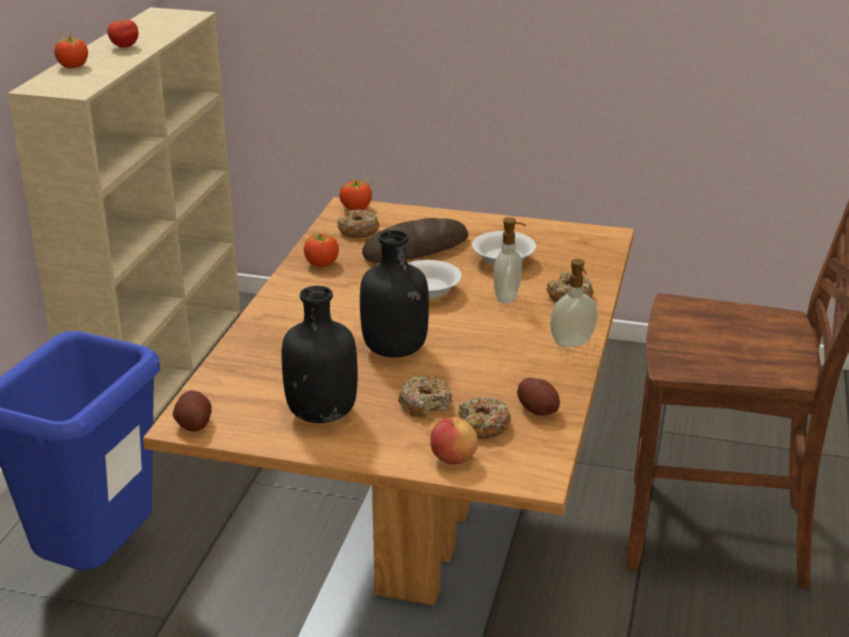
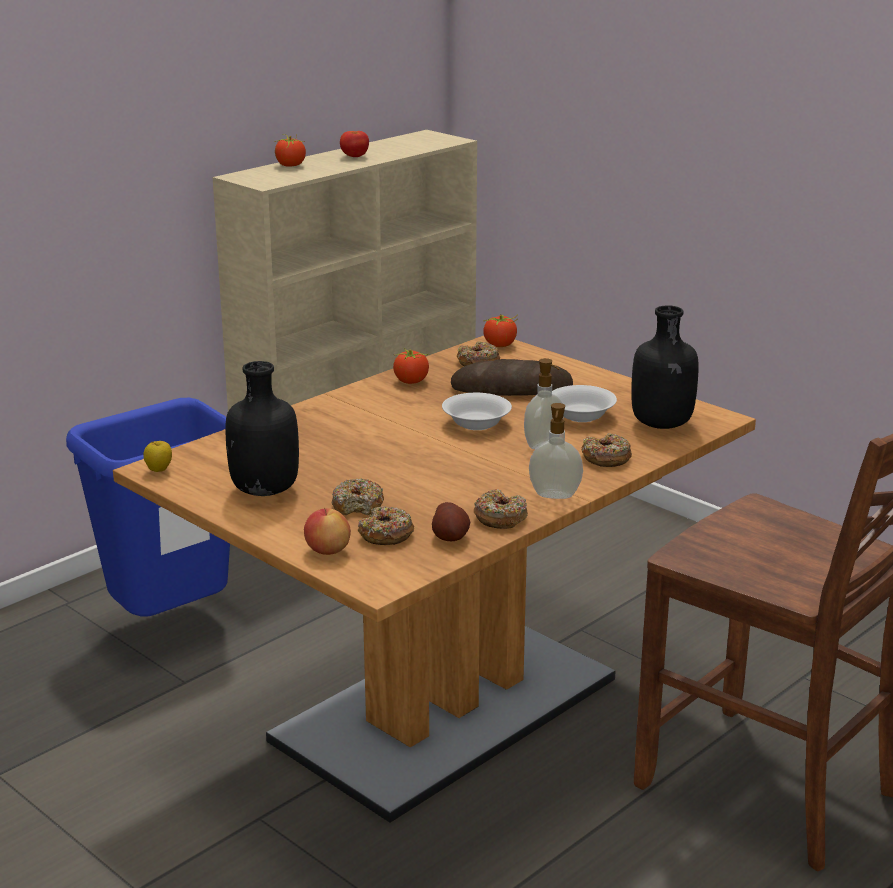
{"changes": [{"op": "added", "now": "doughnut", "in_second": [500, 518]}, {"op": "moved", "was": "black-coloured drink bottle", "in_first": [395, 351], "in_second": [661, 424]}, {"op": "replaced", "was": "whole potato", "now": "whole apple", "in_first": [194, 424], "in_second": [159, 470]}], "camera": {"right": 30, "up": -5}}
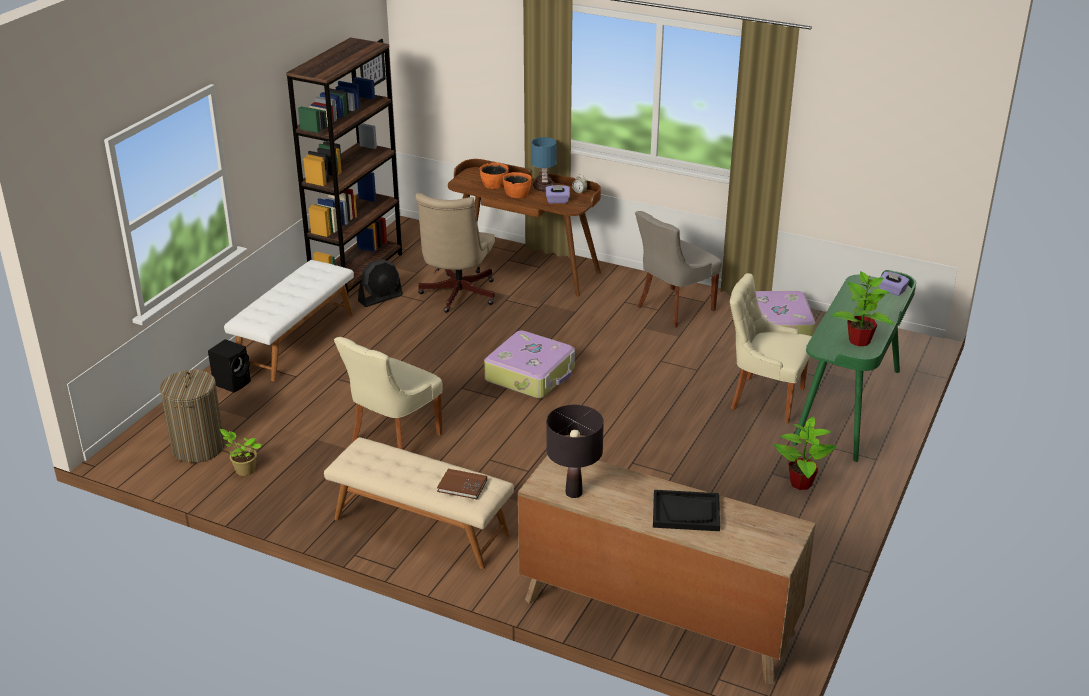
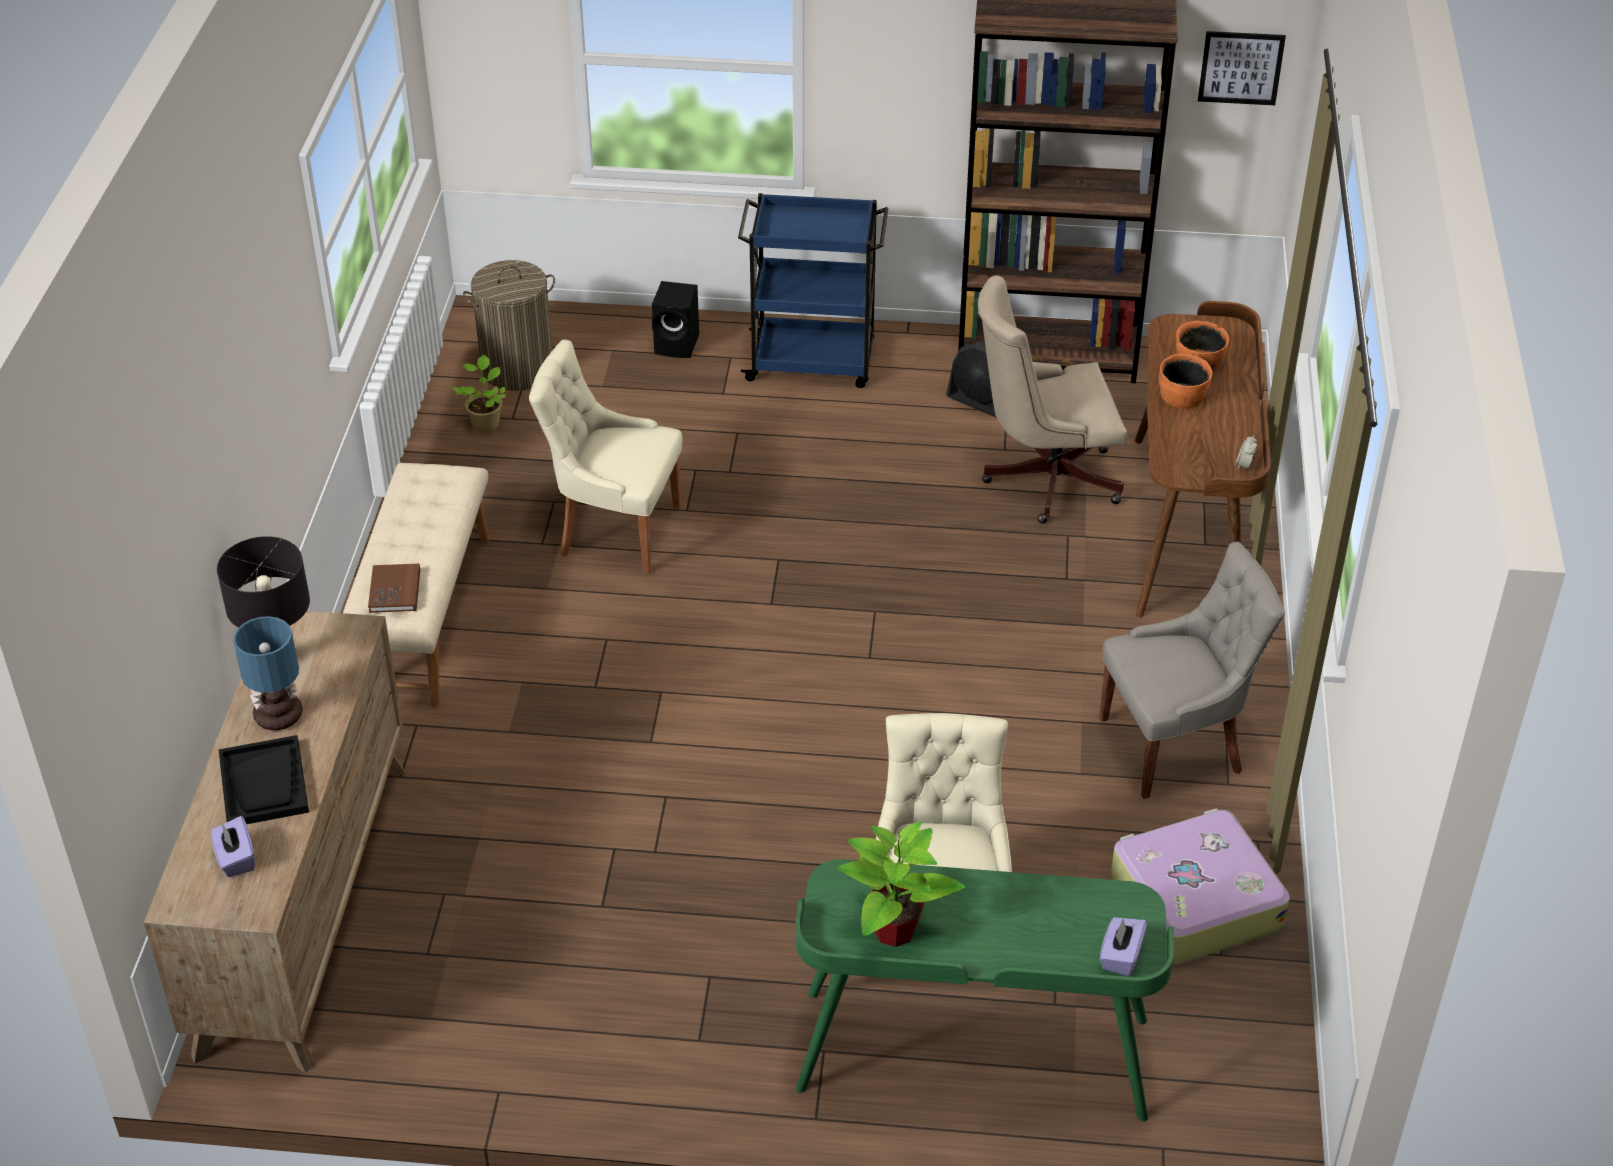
{"changes": [{"op": "removed", "was": "travel case", "in_first": [531, 375]}, {"op": "removed", "was": "plant in a pot", "in_first": [800, 483]}, {"op": "moved", "was": "tabletop lamp", "in_first": [543, 187], "in_second": [280, 714]}, {"op": "moved", "was": "purple-coloured tissue box", "in_first": [557, 201], "in_second": [236, 859]}, {"op": "replaced", "was": "white-coloured indoor bench", "now": "blue-coloured cart", "in_first": [295, 341], "in_second": [813, 362]}, {"op": "turned", "was": "grey upright chair", "in_first": [673, 308], "in_second": [1175, 746], "clockwise": 135}], "camera": {"right": 70, "up": 10}}
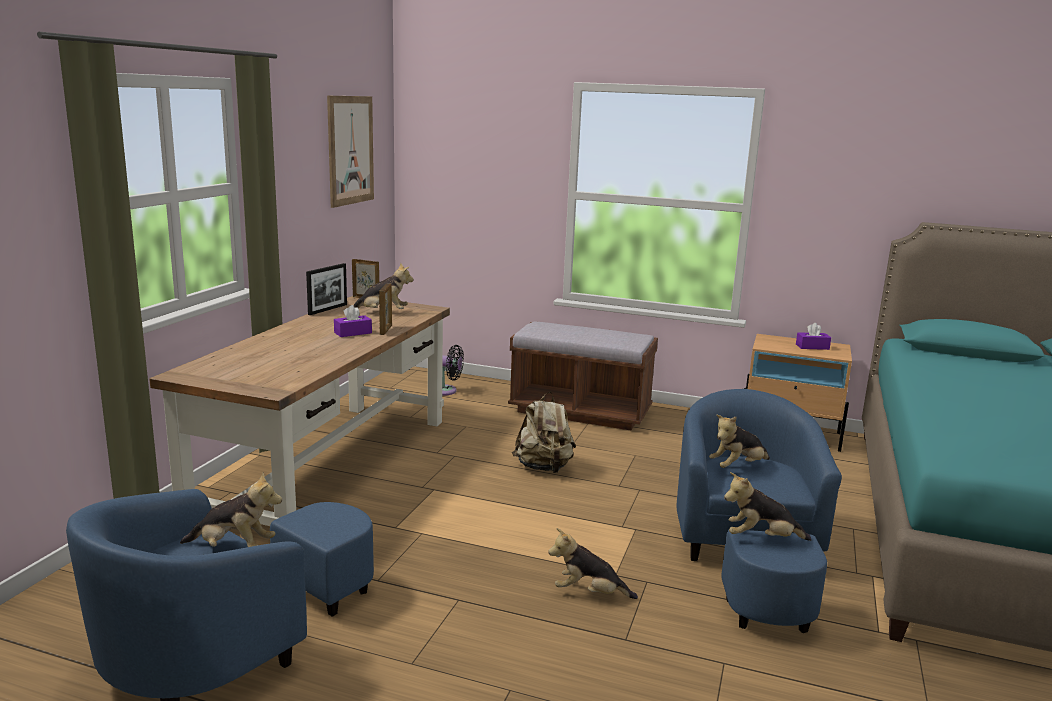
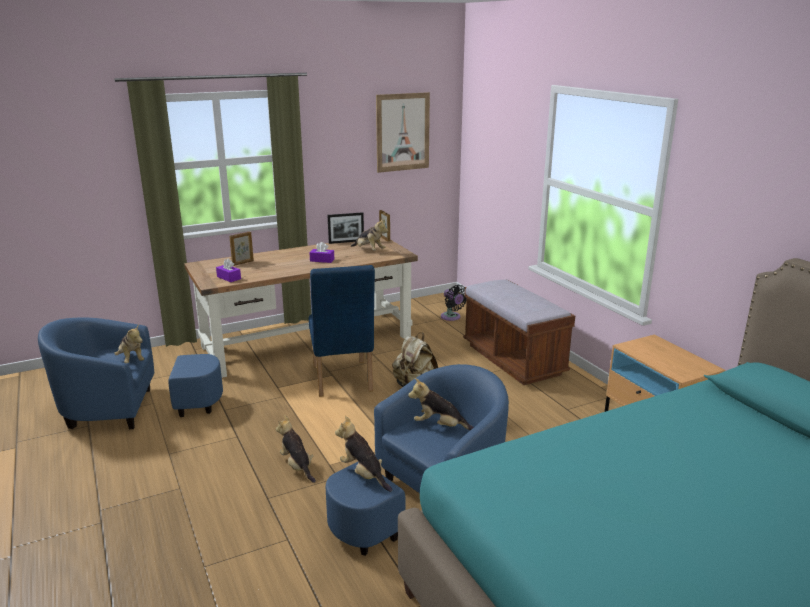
{"changes": [{"op": "added", "now": "blue-coloured upright chair", "in_second": [342, 381]}, {"op": "moved", "was": "photo frame", "in_first": [386, 330], "in_second": [243, 263]}, {"op": "moved", "was": "purple-coloured tissue box", "in_first": [812, 347], "in_second": [229, 278]}], "camera": {"right": 45, "up": 5}}
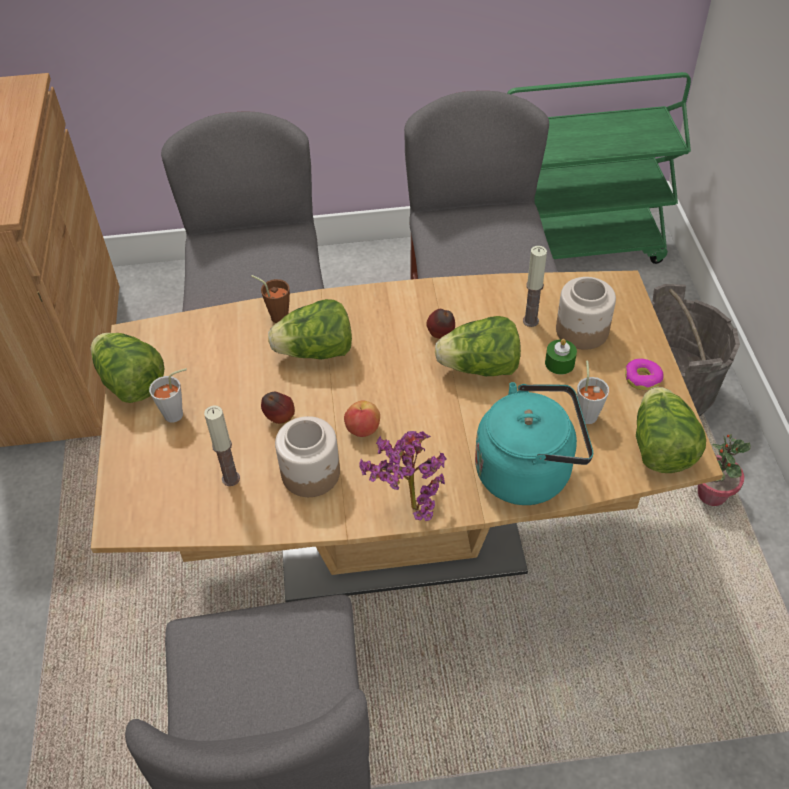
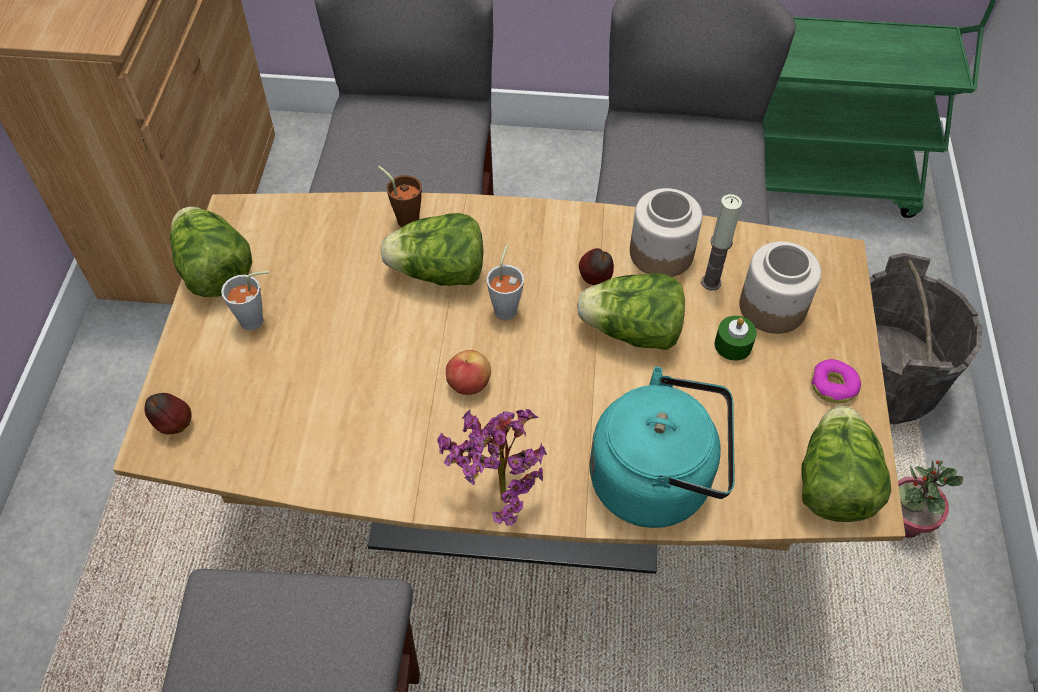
{"changes": [{"op": "removed", "was": "wax candle", "in_first": [230, 478]}, {"op": "moved", "was": "whole apple", "in_first": [280, 419], "in_second": [174, 425]}, {"op": "moved", "was": "storage jar", "in_first": [311, 473], "in_second": [662, 253]}, {"op": "moved", "was": "grey drinking cup", "in_first": [587, 413], "in_second": [507, 306]}], "camera": {"right": 10, "up": 5}}
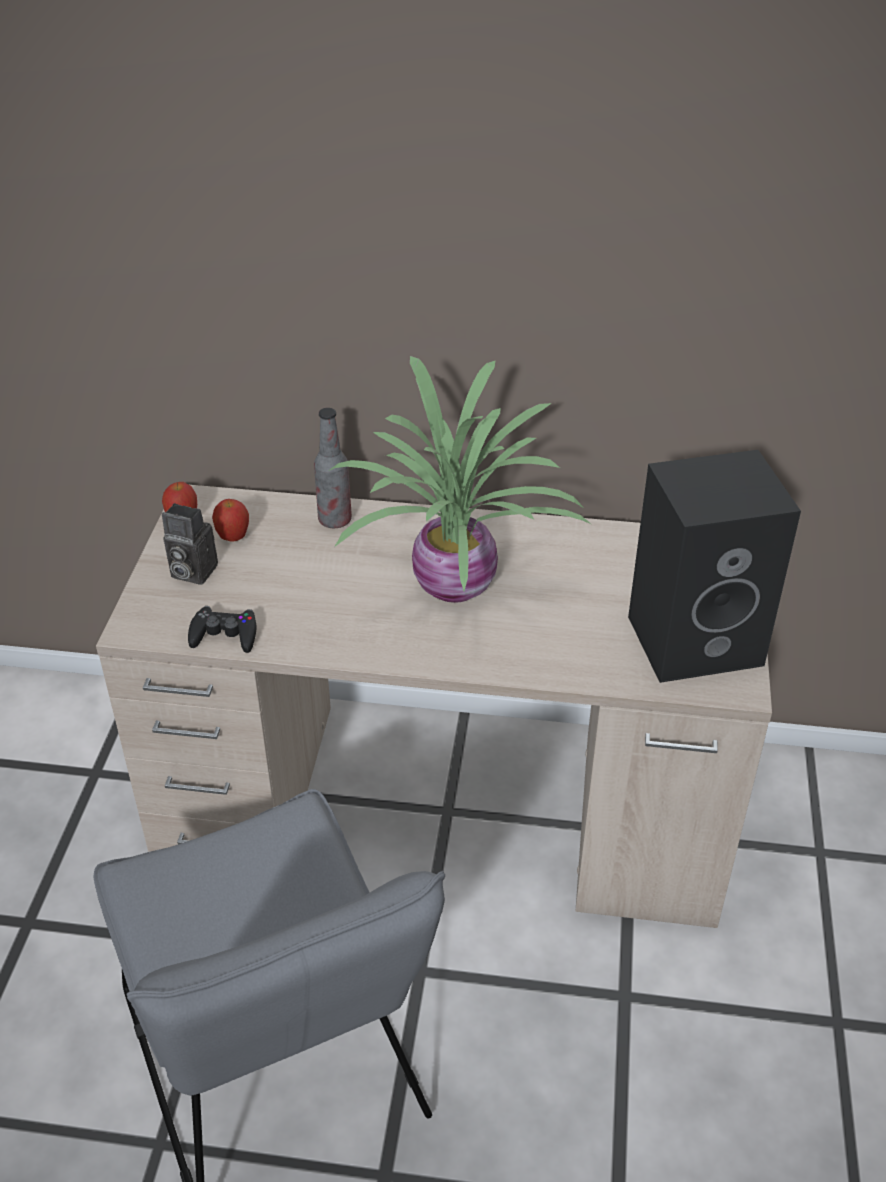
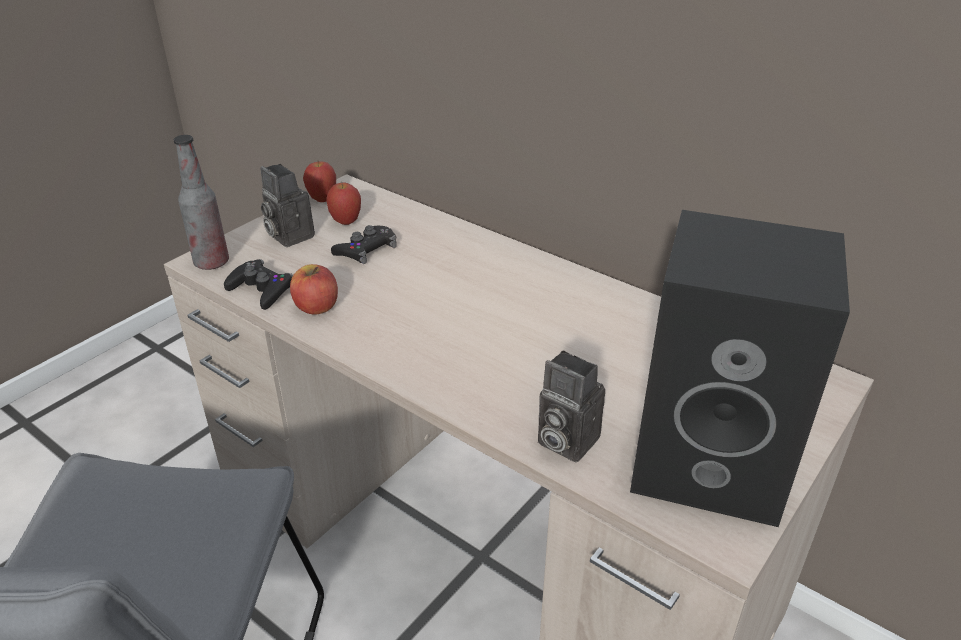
{"changes": [{"op": "removed", "was": "plant in a pot", "in_first": [457, 583]}, {"op": "added", "now": "whole apple", "in_second": [316, 307]}, {"op": "added", "now": "black-coloured game controller", "in_second": [366, 250]}, {"op": "added", "now": "photo camera", "in_second": [563, 440]}, {"op": "moved", "was": "drink bottle", "in_first": [335, 520], "in_second": [211, 263]}], "camera": {"right": 30, "up": -5}}
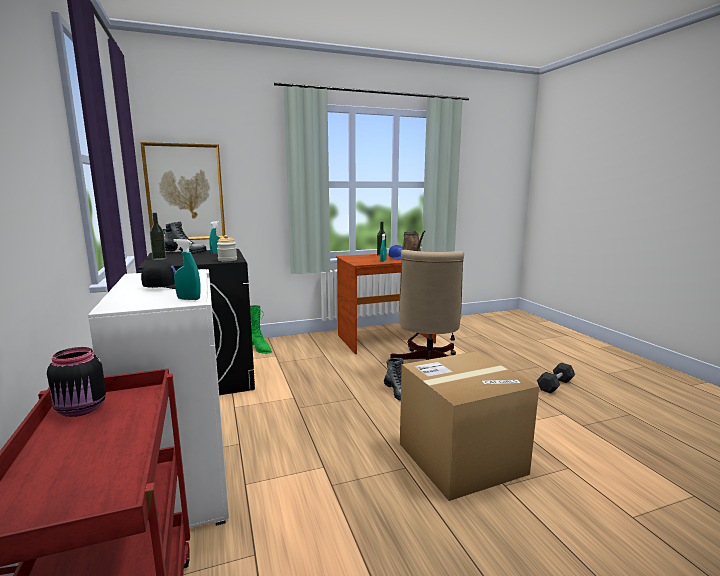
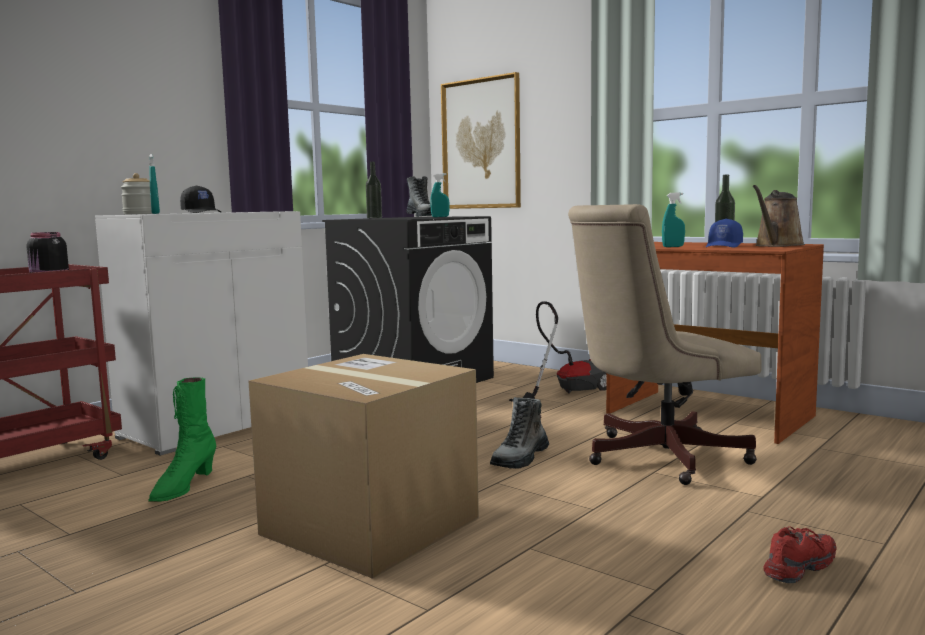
{"changes": [{"op": "added", "now": "hoover", "in_second": [567, 392]}, {"op": "moved", "was": "storage jar", "in_first": [227, 260], "in_second": [139, 214]}, {"op": "moved", "was": "greenish boot", "in_first": [260, 349], "in_second": [183, 487]}, {"op": "replaced", "was": "grey hand weight", "now": "reddish low shoe", "in_first": [555, 385], "in_second": [799, 569]}], "camera": {"right": 60, "up": -5}}
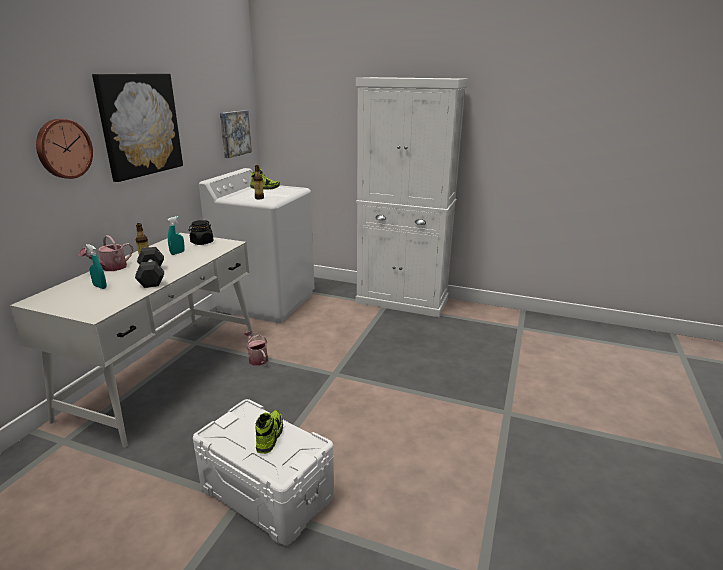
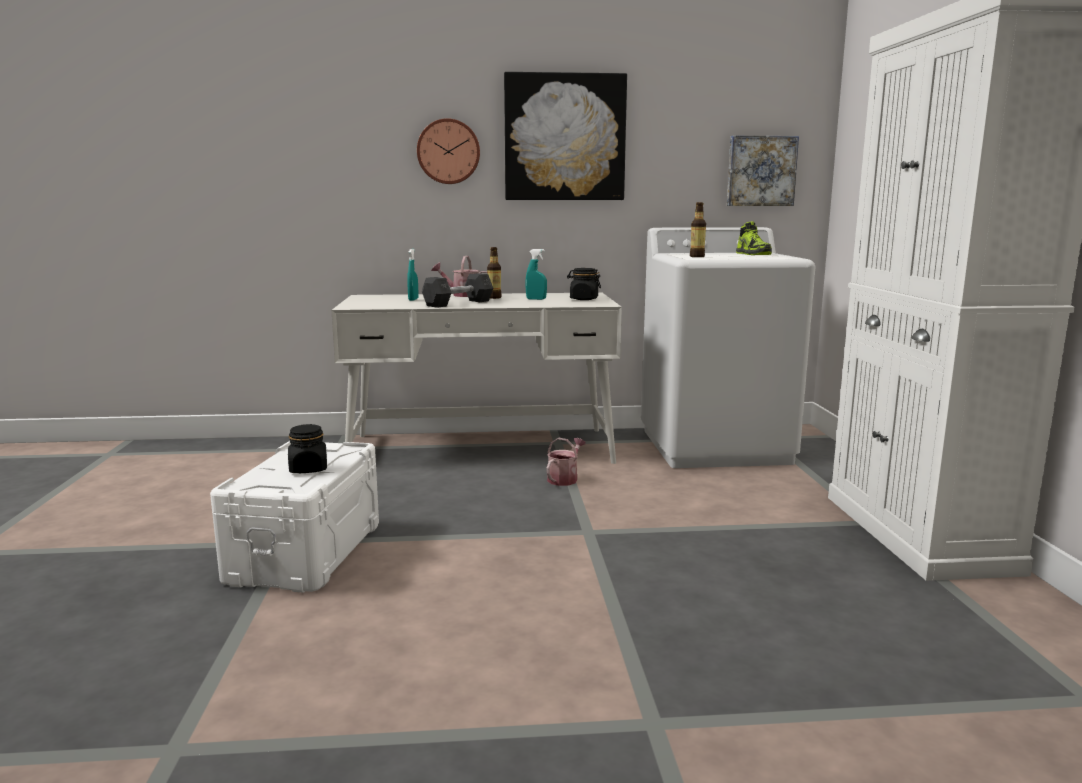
{"changes": [{"op": "replaced", "was": "low shoe", "now": "black-coloured storage jar", "in_first": [269, 436], "in_second": [308, 469]}], "camera": {"right": 65, "up": -10}}
